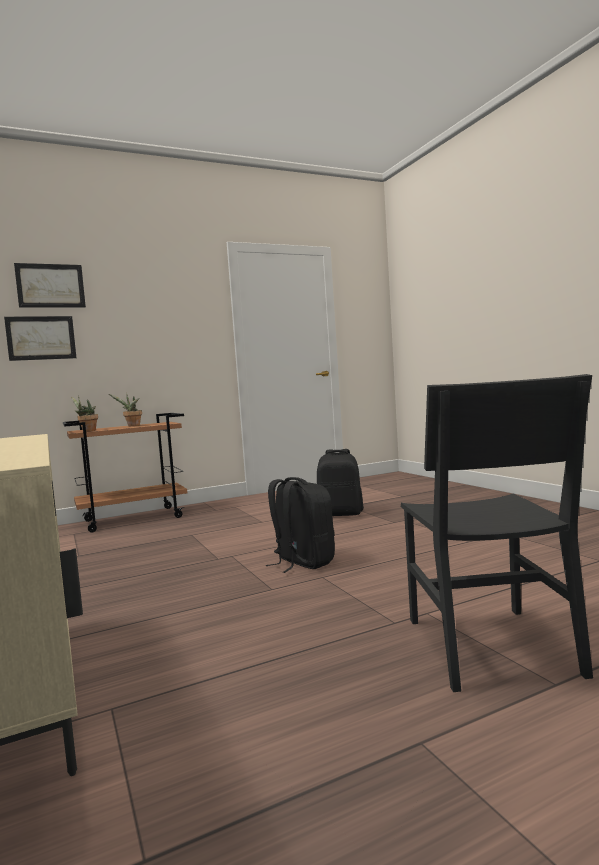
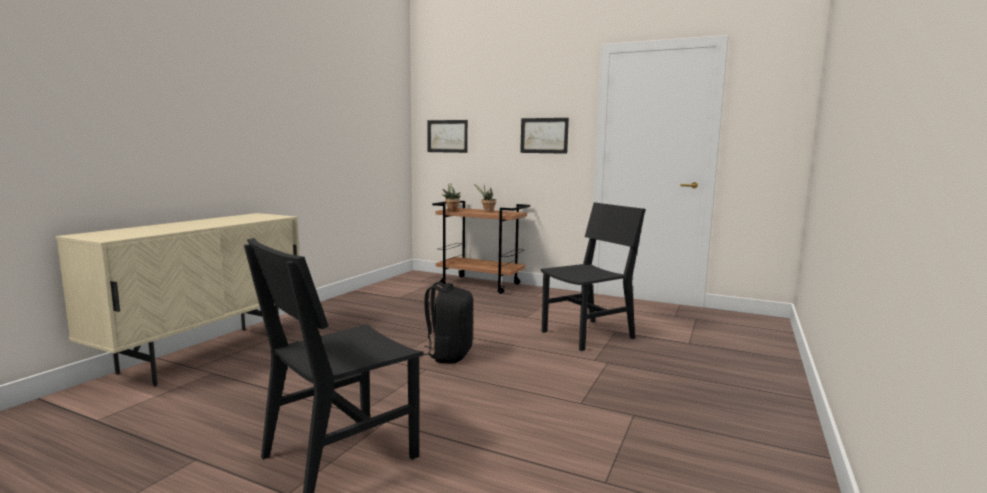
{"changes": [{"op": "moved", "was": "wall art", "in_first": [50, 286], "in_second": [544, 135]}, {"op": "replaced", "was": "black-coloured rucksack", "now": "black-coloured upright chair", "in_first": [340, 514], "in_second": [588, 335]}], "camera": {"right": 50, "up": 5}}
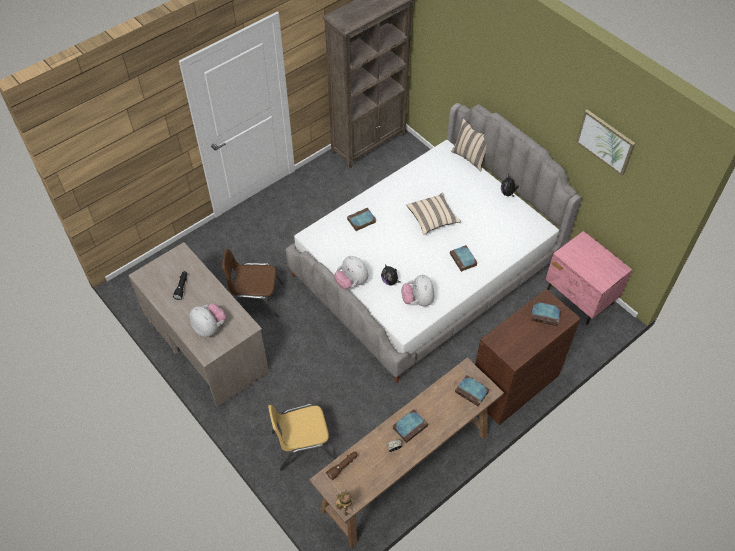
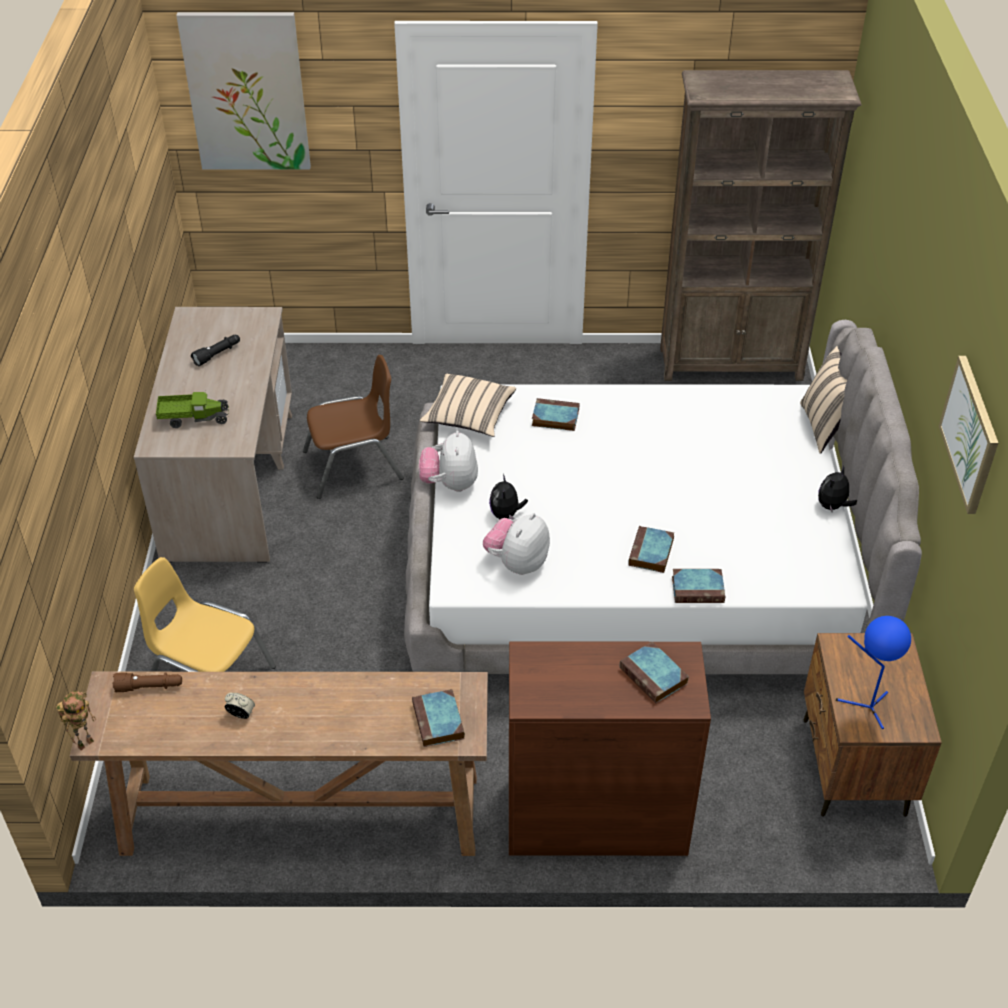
{"changes": [{"op": "added", "now": "wall art", "in_second": [246, 92]}, {"op": "added", "now": "blue-coloured tabletop lamp", "in_second": [866, 707]}, {"op": "moved", "was": "volume", "in_first": [410, 426], "in_second": [699, 589]}, {"op": "moved", "was": "beige throw pillow", "in_first": [432, 219], "in_second": [469, 417]}, {"op": "replaced", "was": "plush toy", "now": "toy truck", "in_first": [210, 327], "in_second": [193, 418]}, {"op": "recoloured", "was": "pink-coloured nightstand", "now": "brownish nightstand", "in_first": [579, 298], "in_second": [853, 768]}, {"op": "turned", "was": "brownish upright chair", "in_first": [256, 299], "in_second": [354, 466], "clockwise": 120}], "camera": {"right": 40, "up": -10}}
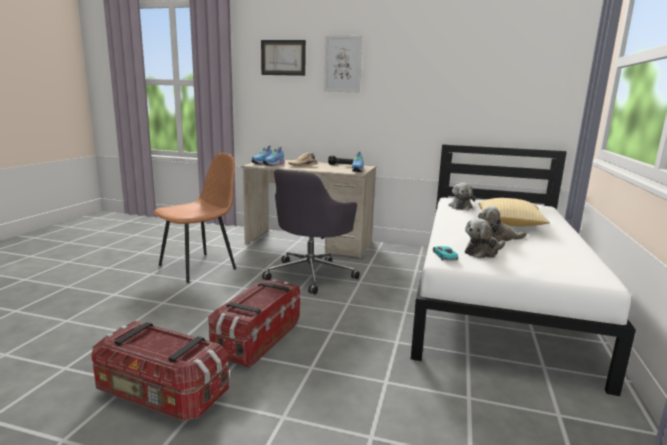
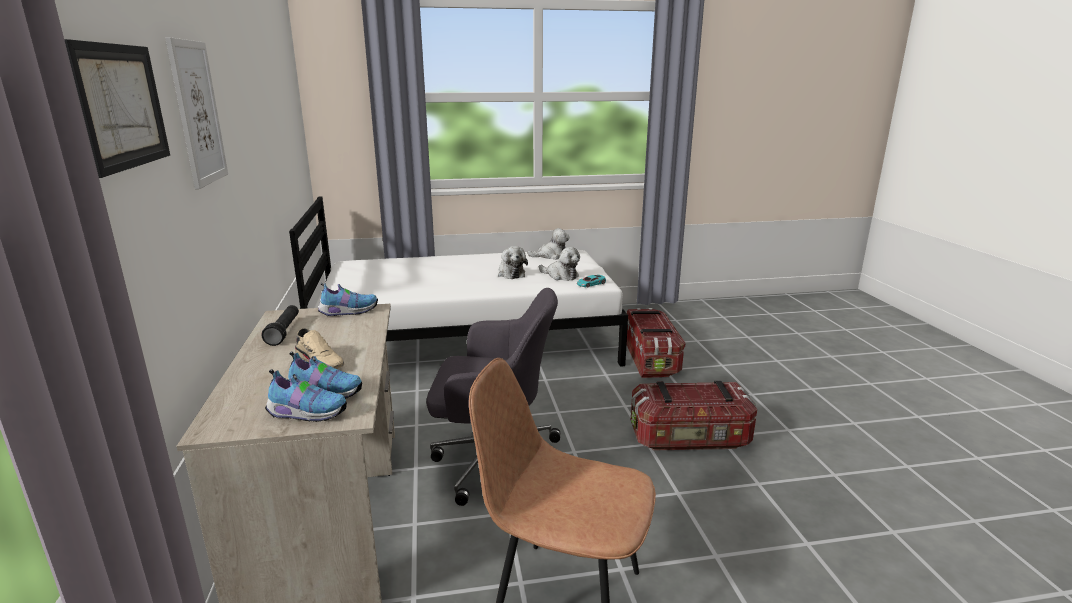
{"changes": [{"op": "removed", "was": "throw pillow", "in_first": [508, 224]}, {"op": "moved", "was": "storage bin", "in_first": [161, 395], "in_second": [651, 359]}, {"op": "moved", "was": "plush toy", "in_first": [460, 206], "in_second": [551, 256]}], "camera": {"right": -115, "up": 5}}
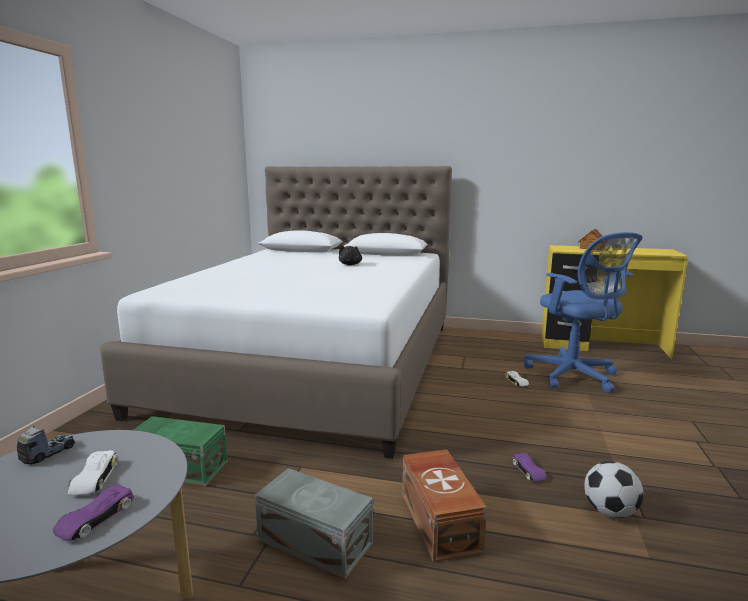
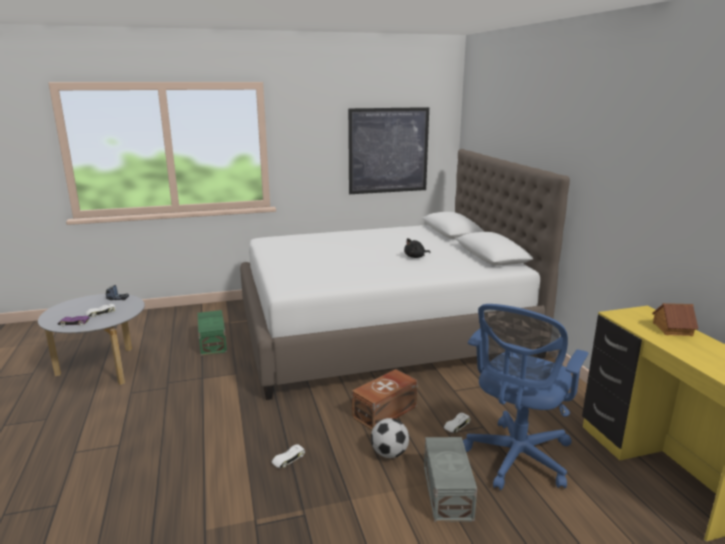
{"changes": [{"op": "added", "now": "wall art", "in_second": [388, 150]}, {"op": "moved", "was": "grey storage bin", "in_first": [314, 539], "in_second": [448, 491]}, {"op": "moved", "was": "brownish storage bin", "in_first": [440, 520], "in_second": [386, 412]}, {"op": "moved", "was": "ball for football", "in_first": [610, 512], "in_second": [389, 453]}, {"op": "recoloured", "was": "purple-coloured miniature car", "now": "white-coloured miniature car", "in_first": [529, 471], "in_second": [288, 459]}], "camera": {"right": 60, "up": 5}}
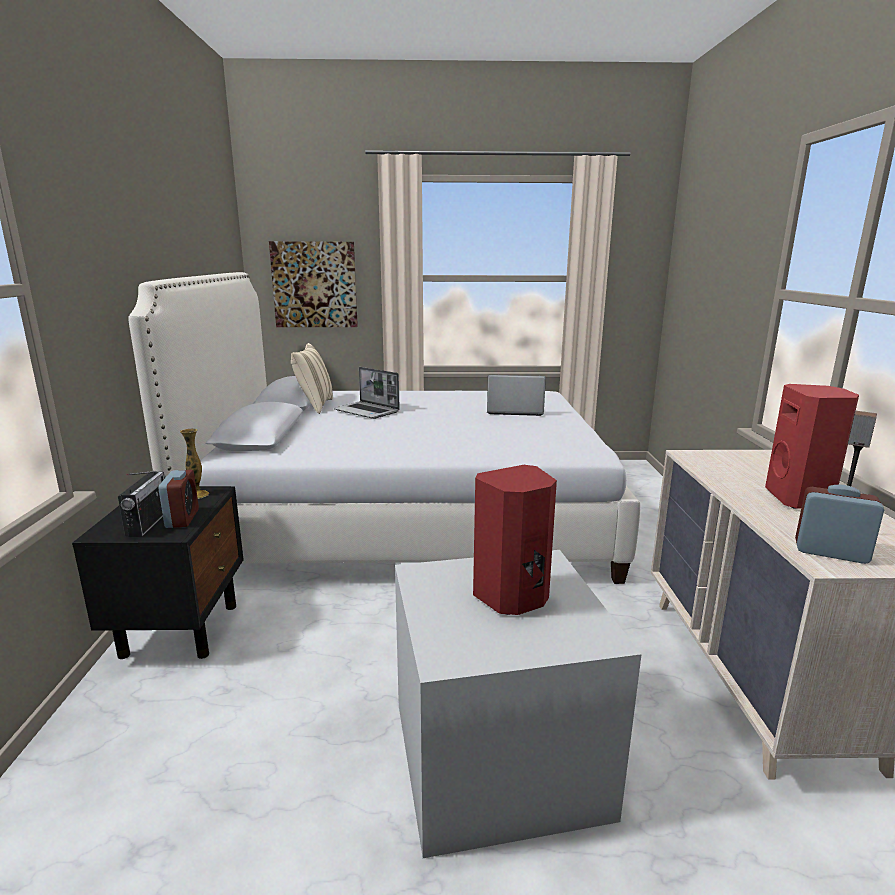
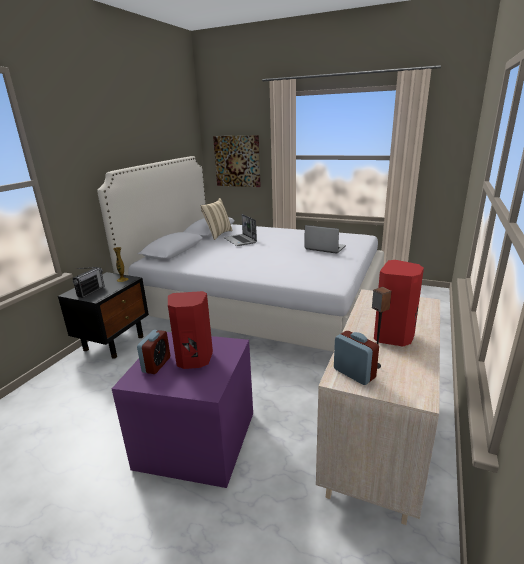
{"changes": [{"op": "moved", "was": "bedside clock", "in_first": [182, 519], "in_second": [156, 364]}, {"op": "recoloured", "was": "grey storage bin", "now": "purple-coloured storage bin", "in_first": [494, 760], "in_second": [194, 440]}], "camera": {"right": 25, "up": 5}}
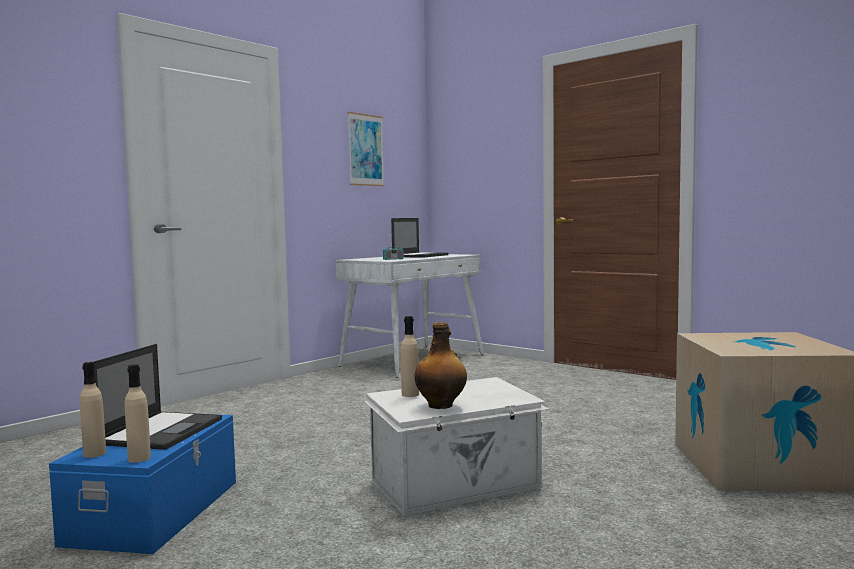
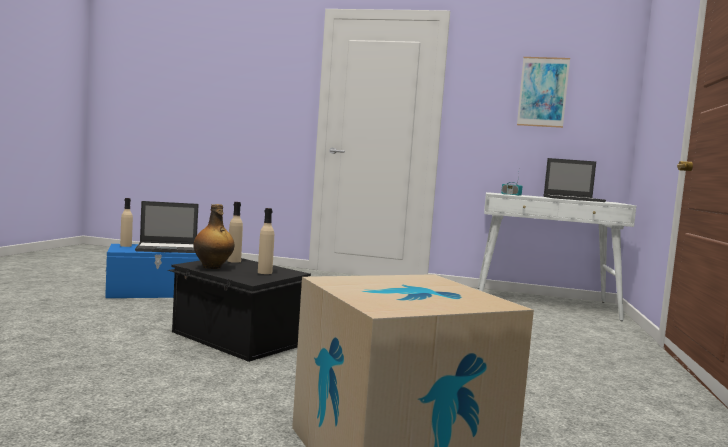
{"changes": [{"op": "moved", "was": "beige drink bottle", "in_first": [139, 458], "in_second": [264, 272]}, {"op": "recoloured", "was": "white-coloured storage bin", "now": "black-coloured storage bin", "in_first": [457, 485], "in_second": [235, 339]}], "camera": {"right": 60, "up": 0}}
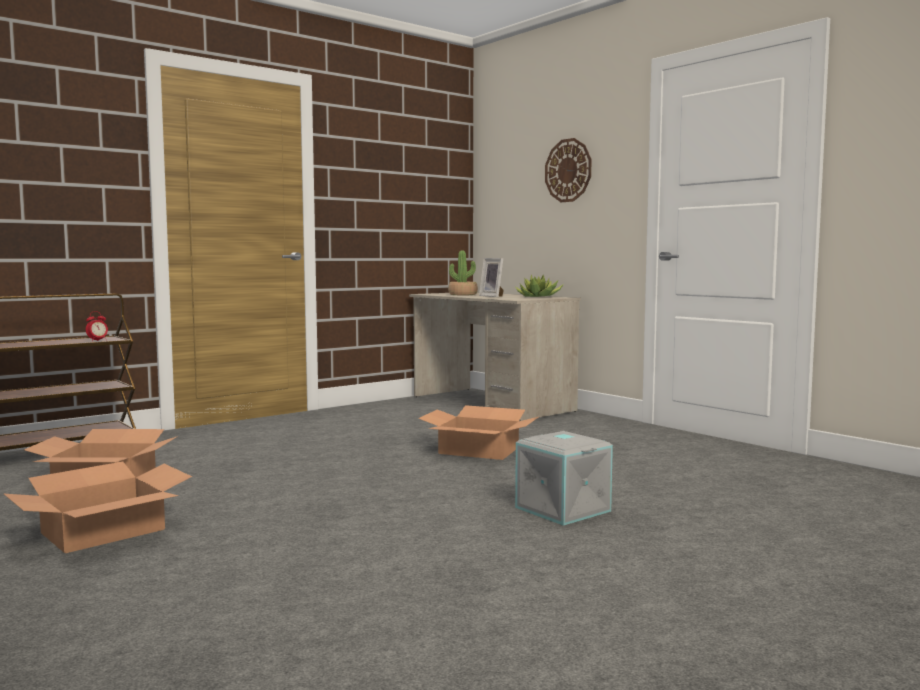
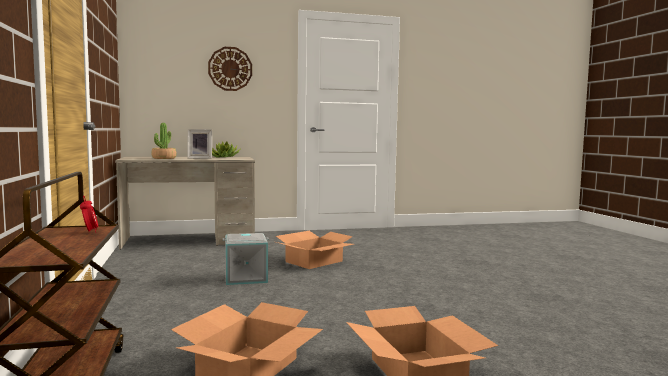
{"changes": [{"op": "moved", "was": "grey storage bin", "in_first": [564, 509], "in_second": [246, 277]}], "camera": {"right": -65, "up": 0}}
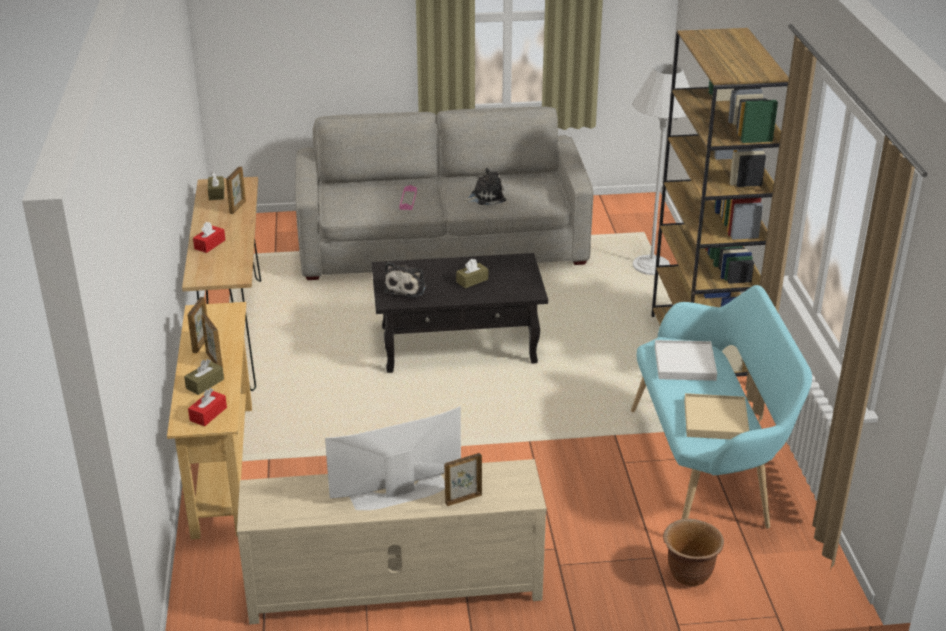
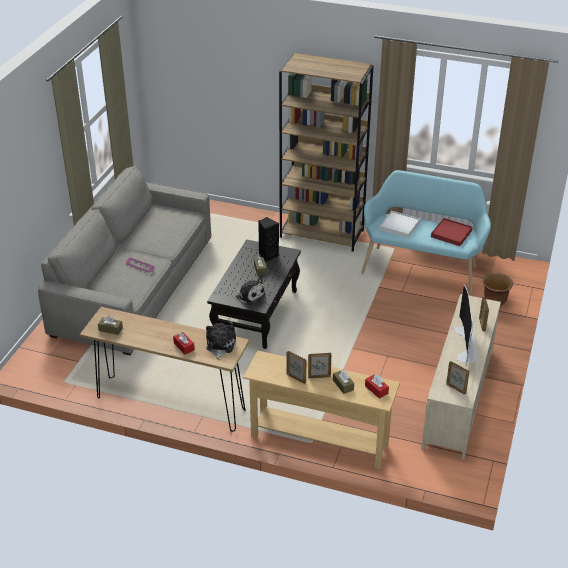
{"changes": [{"op": "removed", "was": "white-coloured floor lamp", "in_first": [651, 266]}, {"op": "added", "now": "black-coloured audio speaker", "in_second": [268, 255]}, {"op": "moved", "was": "photo frame", "in_first": [238, 207], "in_second": [456, 388]}, {"op": "moved", "was": "plush toy", "in_first": [486, 197], "in_second": [220, 345]}, {"op": "recoloured", "was": "beige serving tray", "now": "reddish serving tray", "in_first": [715, 420], "in_second": [451, 234]}], "camera": {"right": -65, "up": 5}}
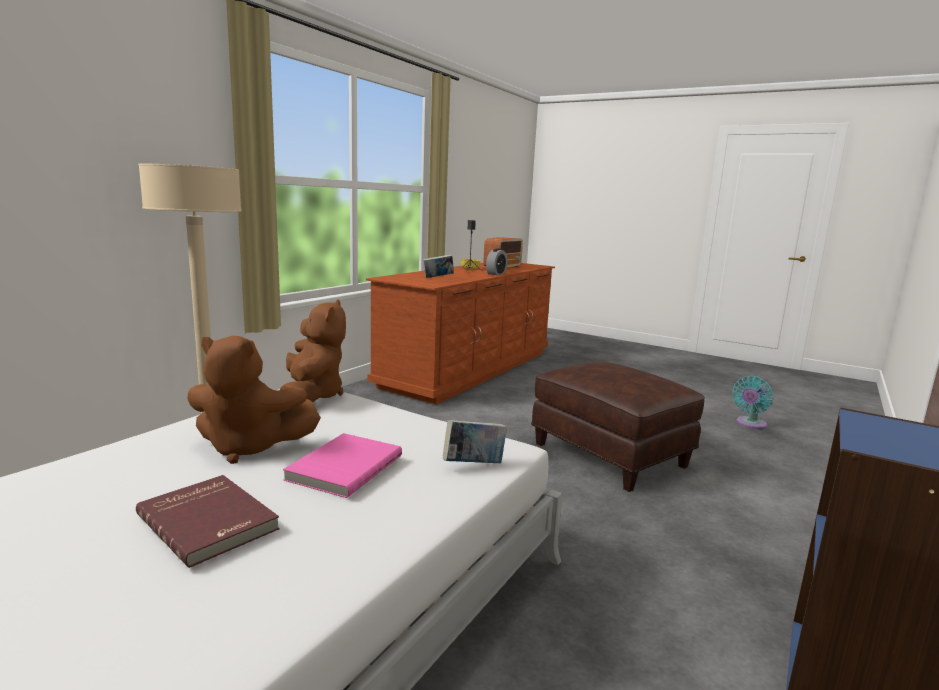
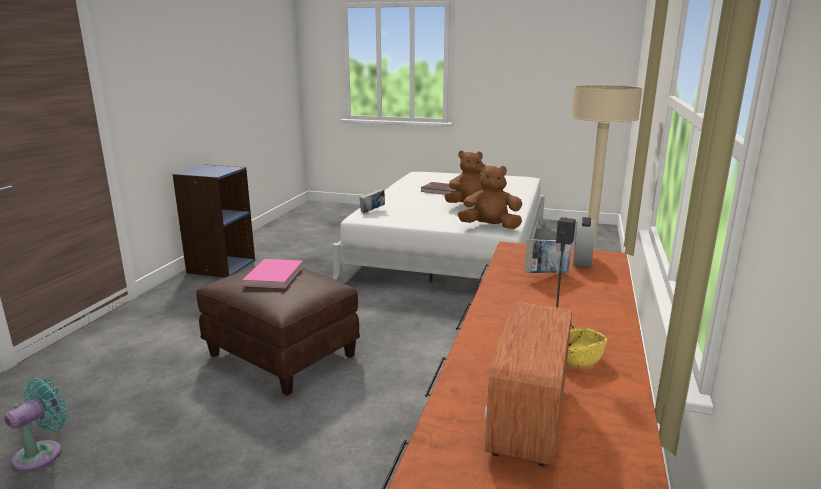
{"changes": [{"op": "moved", "was": "pink-coloured volume", "in_first": [343, 467], "in_second": [275, 276]}, {"op": "moved", "was": "bedside clock", "in_first": [496, 274], "in_second": [582, 261]}, {"op": "turned", "was": "brownish plush toy", "in_first": [312, 396], "in_second": [490, 227], "clockwise": 120}], "camera": {"right": 165, "up": 5}}
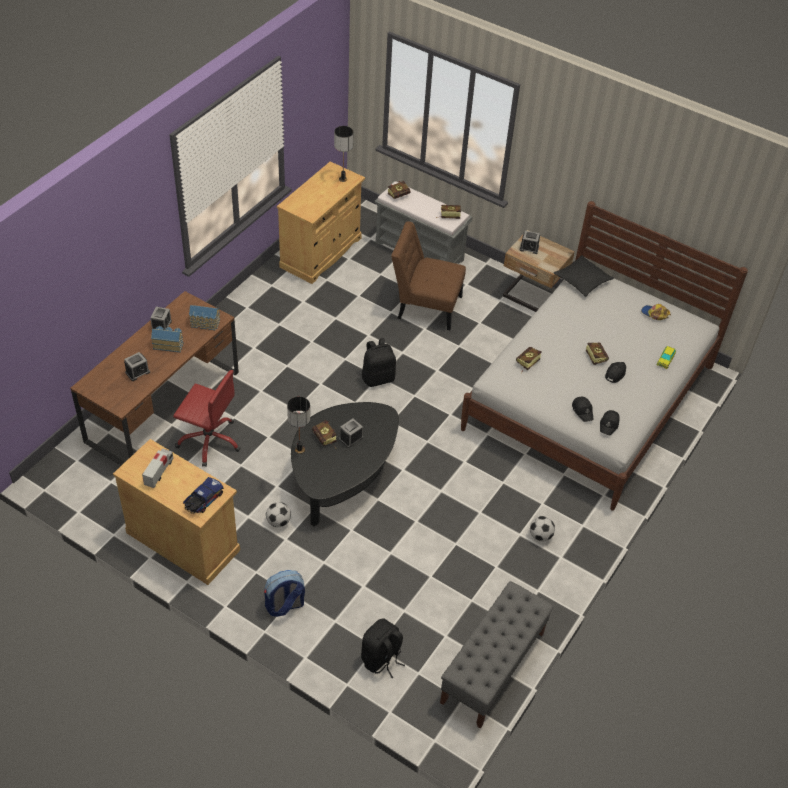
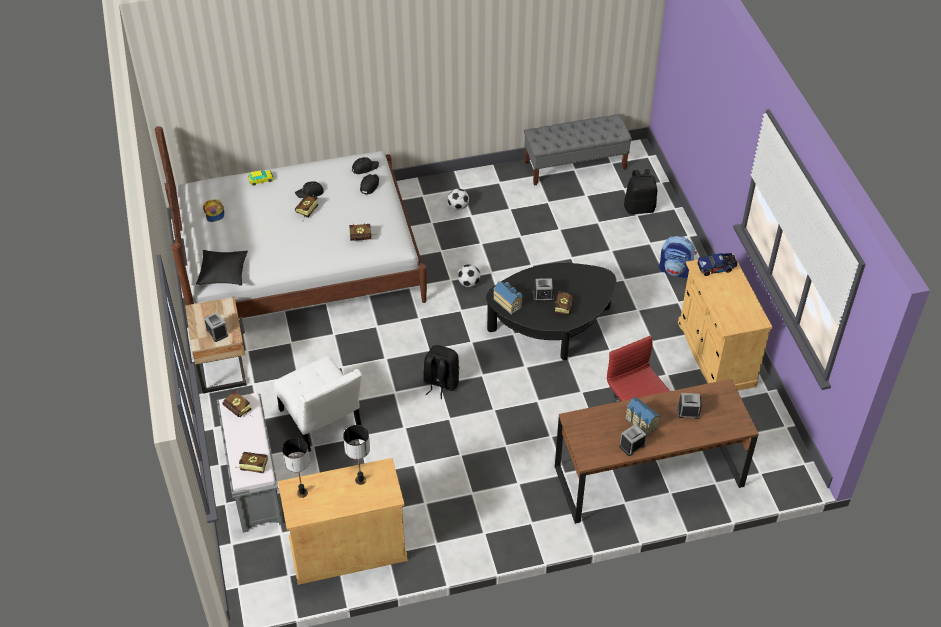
{"changes": [{"op": "removed", "was": "toy truck", "in_first": [159, 472]}, {"op": "moved", "was": "miniature house", "in_first": [205, 323], "in_second": [508, 302]}, {"op": "moved", "was": "ball for football", "in_first": [278, 522], "in_second": [469, 283]}, {"op": "moved", "was": "tabletop lamp", "in_first": [299, 449], "in_second": [360, 480]}, {"op": "recoloured", "was": "brownish upright chair", "now": "white-coloured upright chair", "in_first": [425, 306], "in_second": [322, 422]}], "camera": {"right": -135, "up": 0}}
